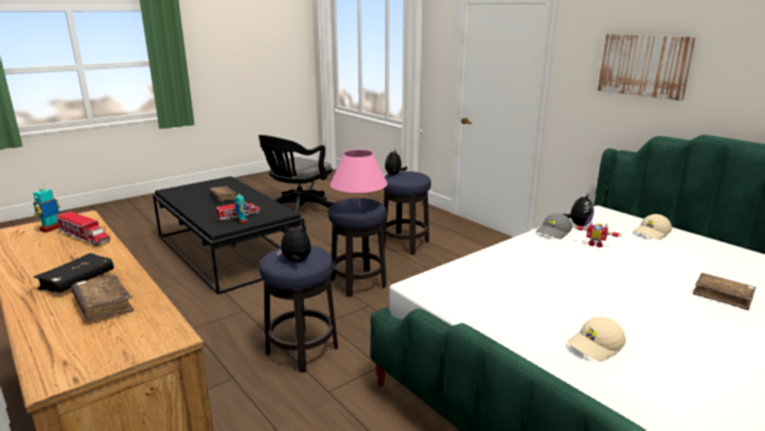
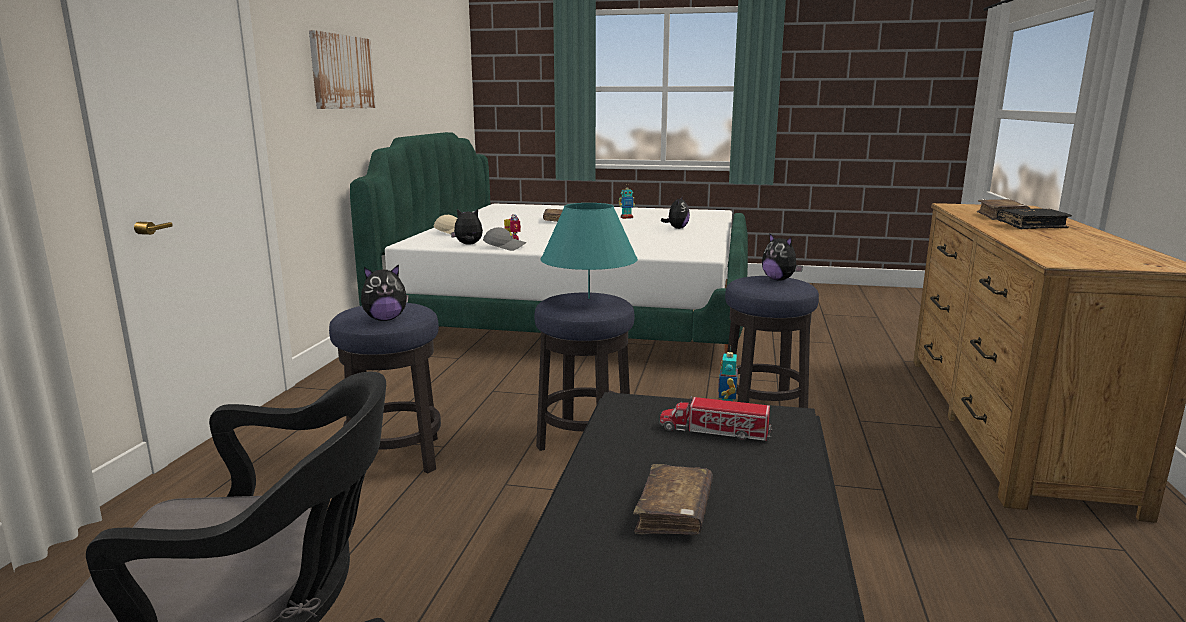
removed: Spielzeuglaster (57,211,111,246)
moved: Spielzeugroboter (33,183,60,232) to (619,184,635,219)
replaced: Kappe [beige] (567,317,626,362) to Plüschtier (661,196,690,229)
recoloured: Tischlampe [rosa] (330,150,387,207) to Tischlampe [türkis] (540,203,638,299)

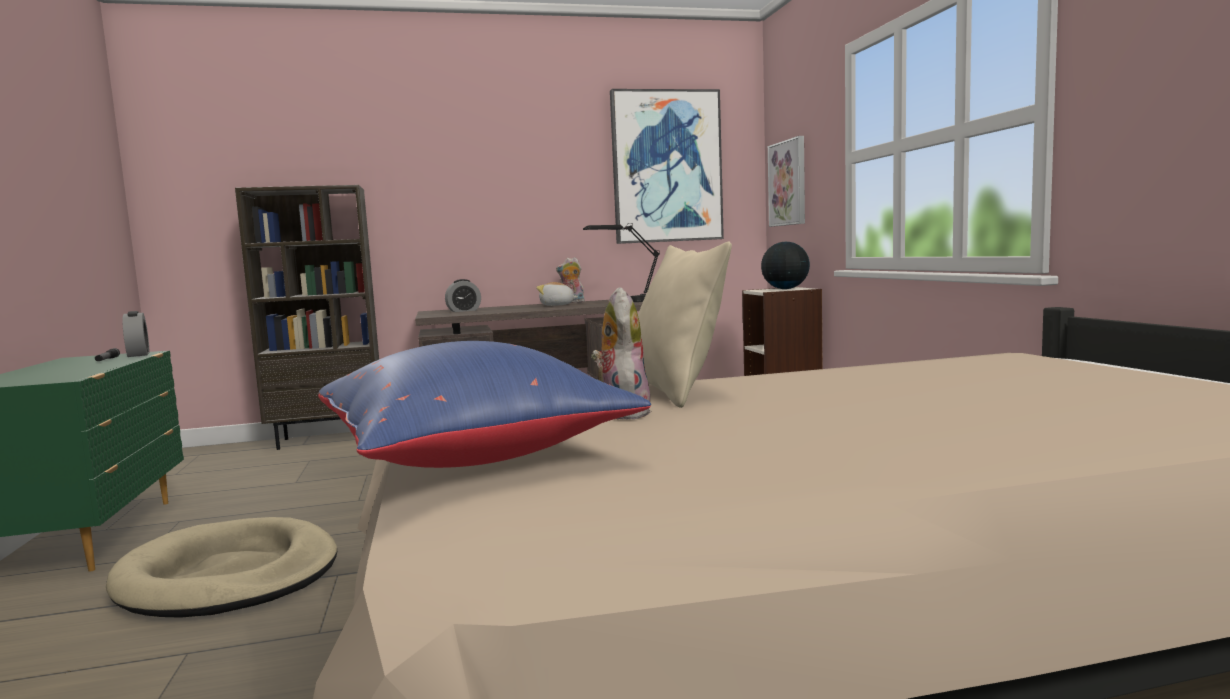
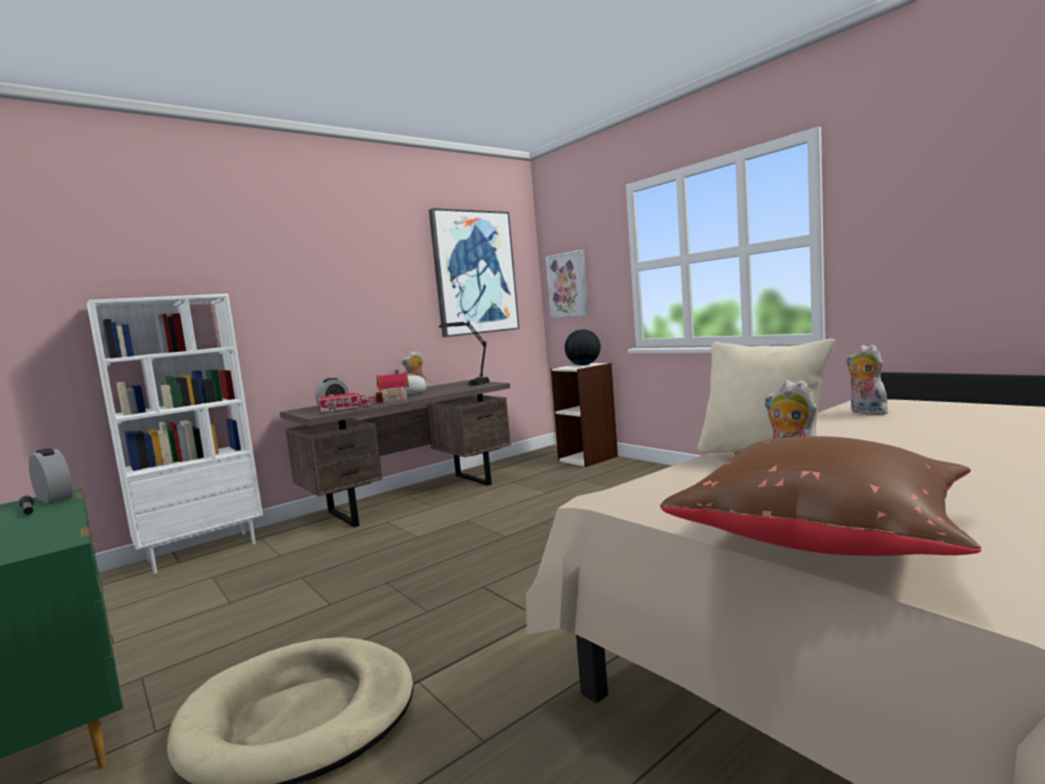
added: Plüschtier (846,345,888,415); Spielzeughaus (376,370,409,403); Spielzeuglaster (318,393,374,412)
recoloured: Bücherregal [braun] (235,185,379,450) to Bücherregal [weiß] (87,294,263,574); Kissen [blau] (318,341,651,468) to Kissen [braun] (660,436,982,556)

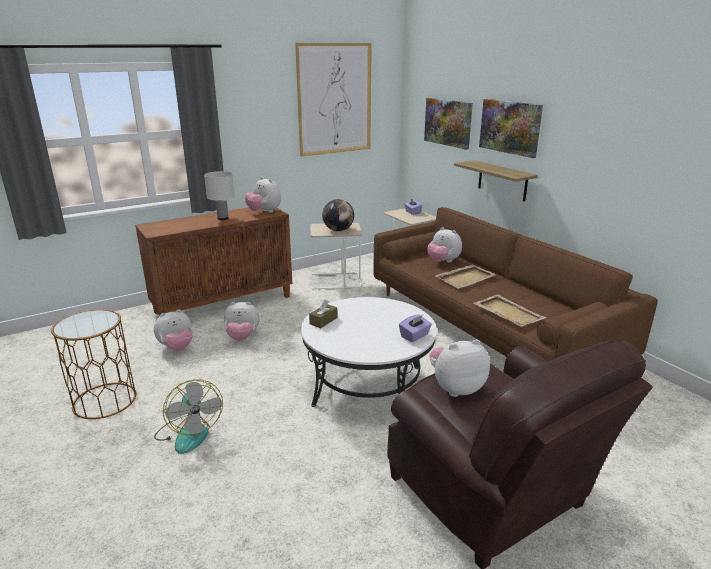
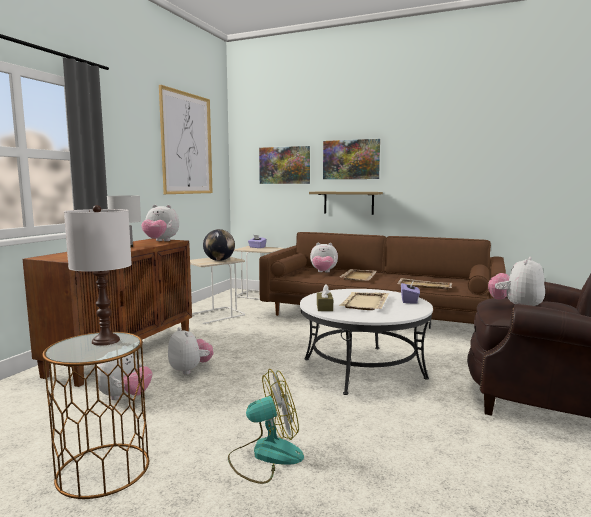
added: Tischlampe [weiß] (64,205,132,346); Tablett [beige] (339,292,389,310)
turned: Plüschtier (224,302,260,341) = (168,327,213,375) 90 degrees counterclockwise; Ventilator (154,379,223,454) = (228,369,304,484) 45 degrees counterclockwise

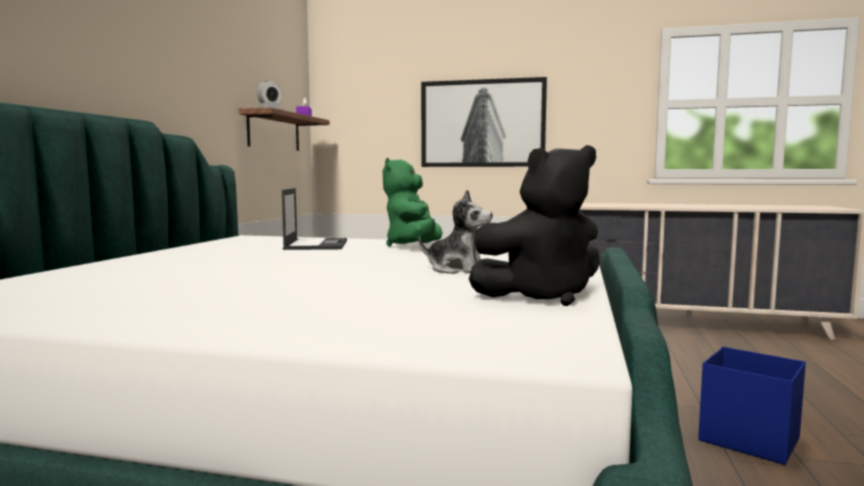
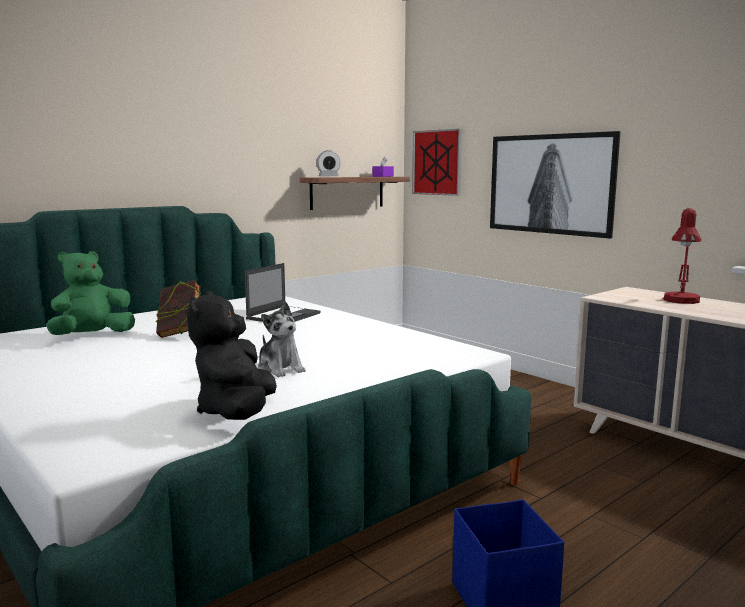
added: Bild (412,129,462,196); Tischlampe [rot] (663,208,702,304); Buch (156,280,201,338)
moved: Plüschtier [grün] (382,158,442,247) to (46,251,135,335)
turned: Plüschtier [schwarz] (469,145,600,306) = (186,291,277,420) 75 degrees clockwise

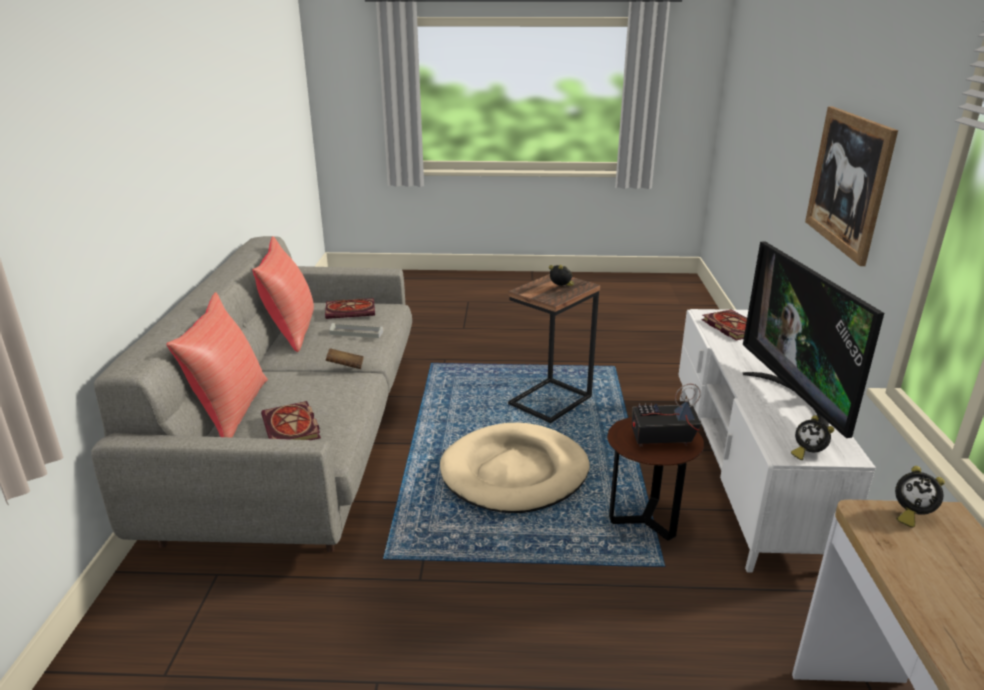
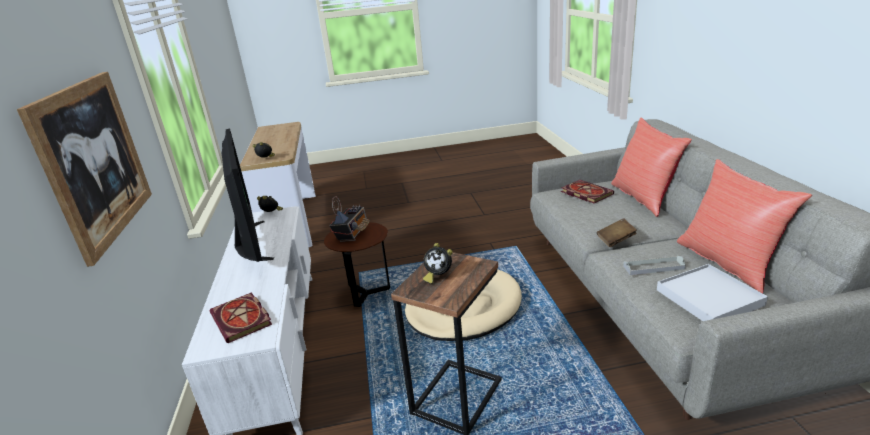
replaced: Buch (325,298,375,319) to Tablett [weiß] (657,264,768,321)
turned: Radio (632,384,701,447) = (330,196,370,242) 60 degrees counterclockwise

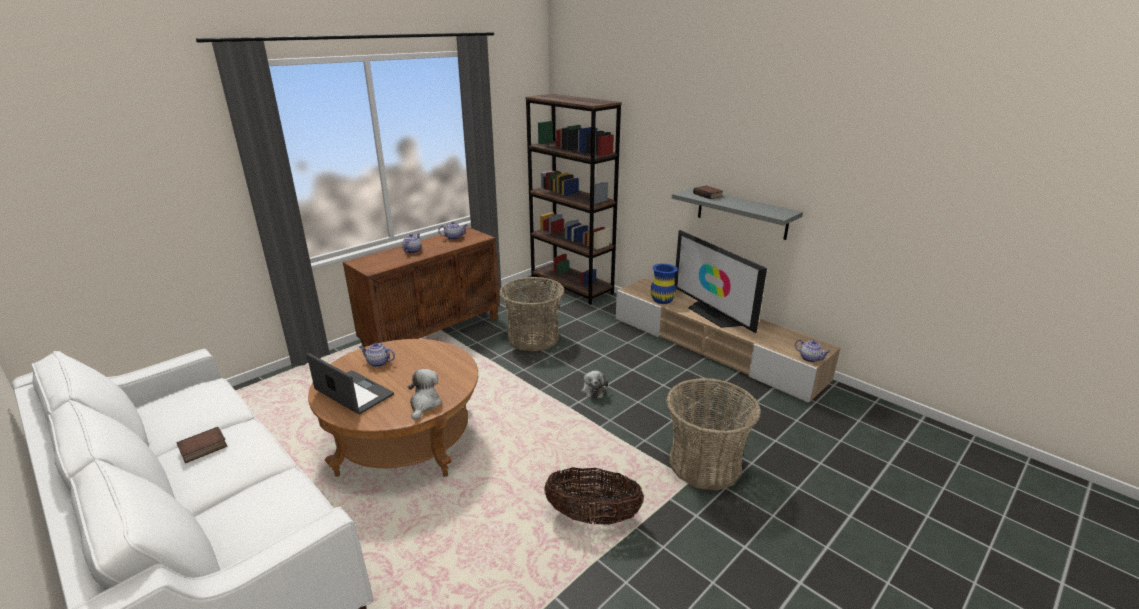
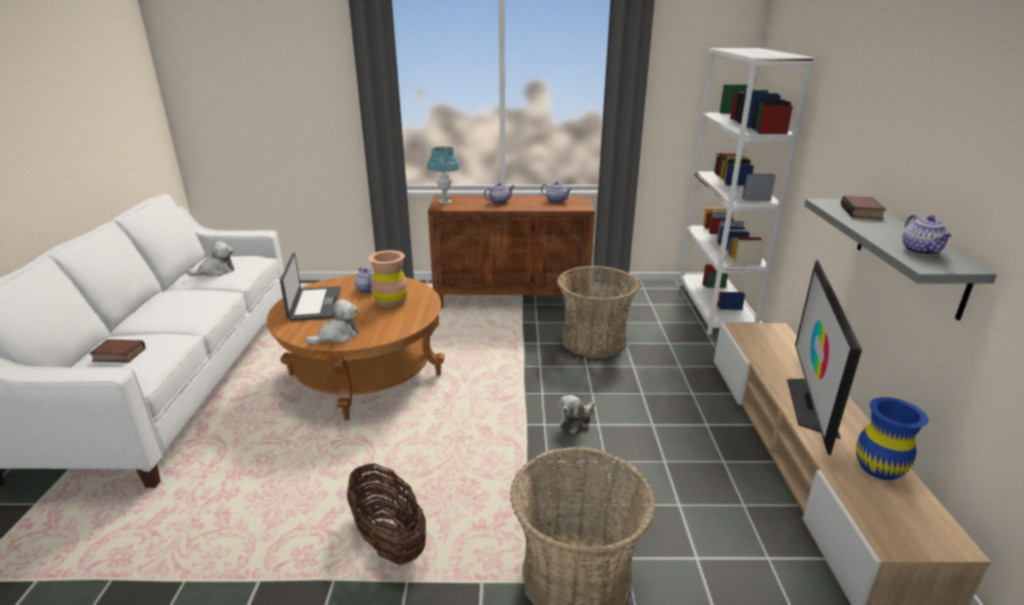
added: Tischlampe [blau] (427,146,460,204); Plüschtier (186,241,234,276); Vase [braun] (368,250,408,308)
moved: Vase [blau] (650,264,678,304) to (856,397,929,480); Teekanne (795,340,830,362) to (902,215,952,255); Buch (177,427,227,463) to (89,339,145,363)
recoloured: Bücherregal [braun] (525,94,622,305) to Bücherregal [weiß] (679,48,815,335)

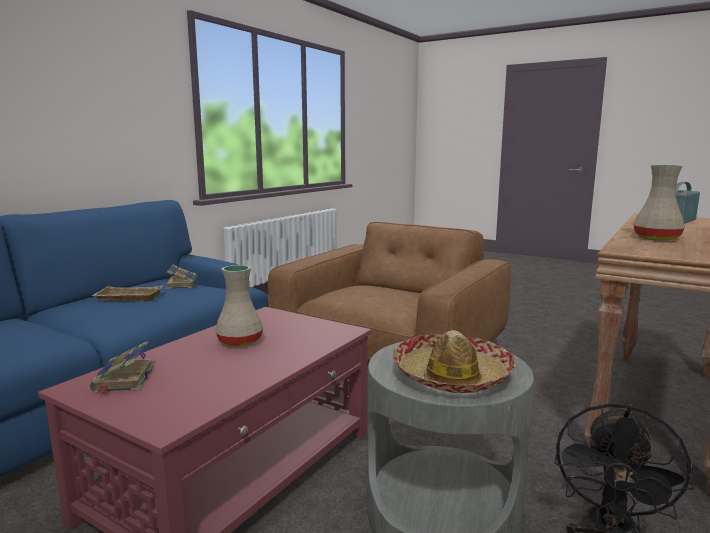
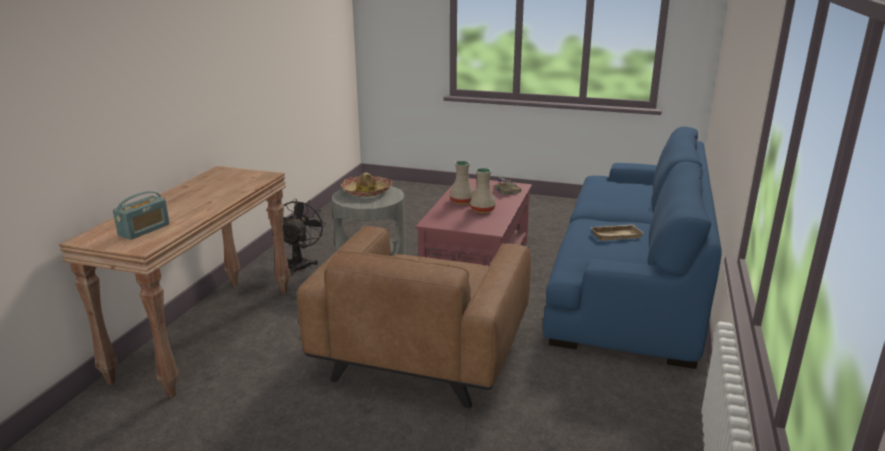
removed: Buch (166,264,198,289)
moved: Vase [beige] (633,165,685,241) to (449,161,474,204)

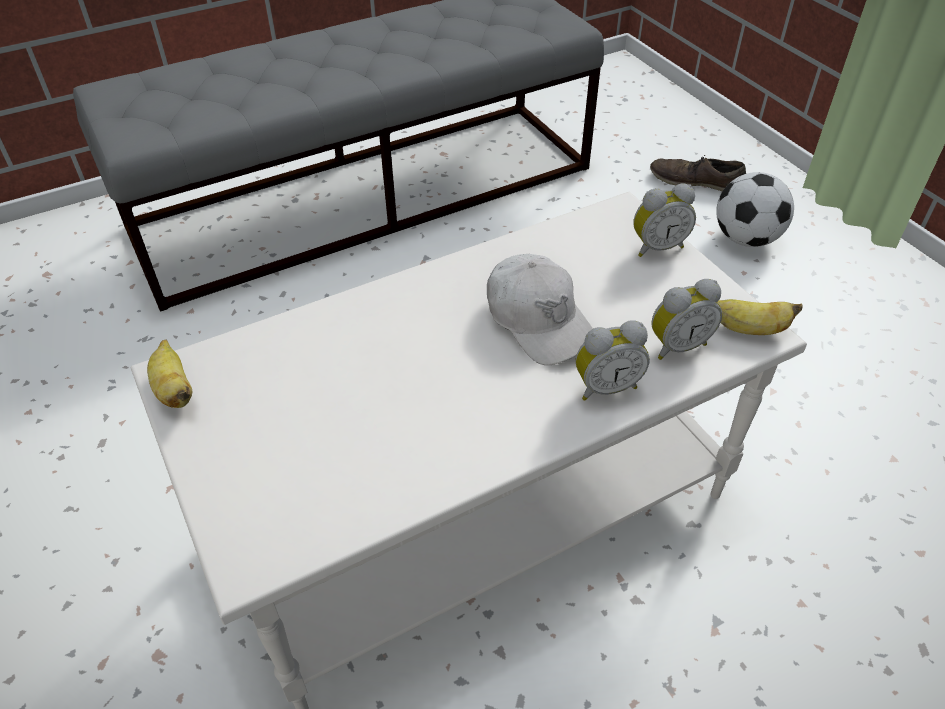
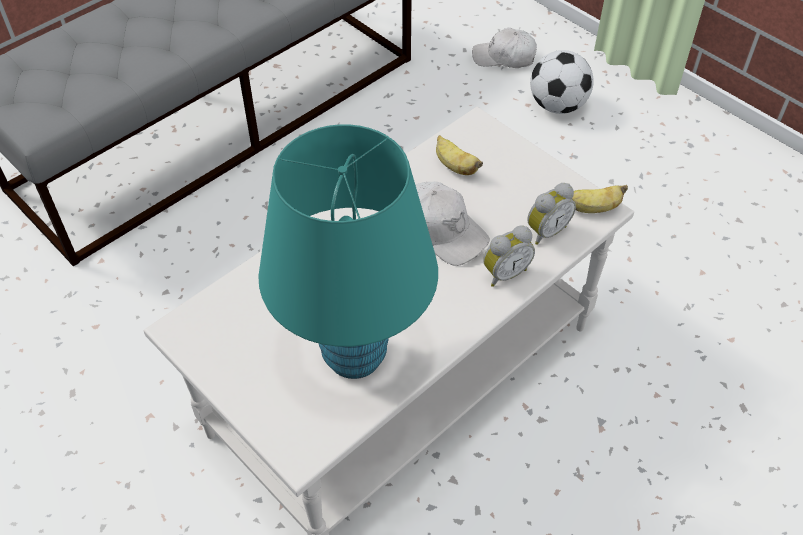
removed: Wecker (633,183,696,257)
added: Tischlampe [türkis] (258,124,438,379)
moved: Banane (147,339,192,408) to (436,135,483,175)
replaced: Schuh [braun] (650,157,746,191) to Kappe [weiß] (472,27,537,68)

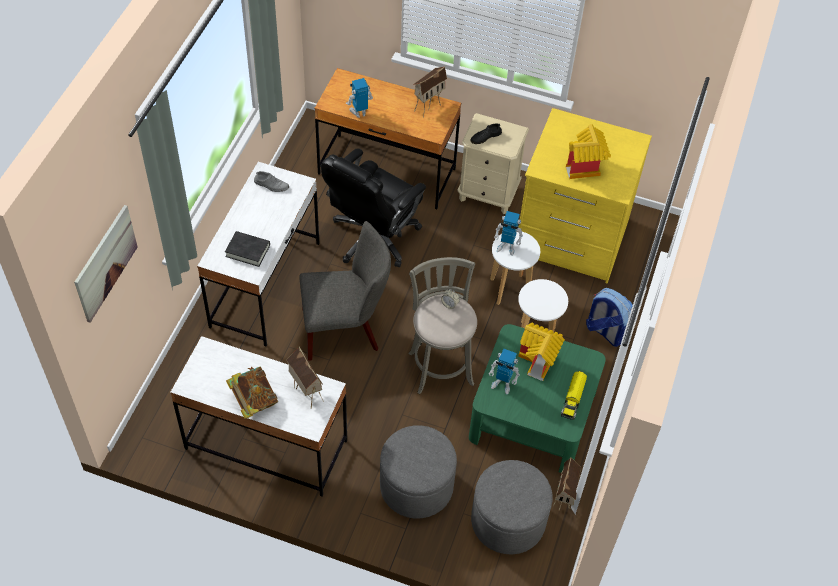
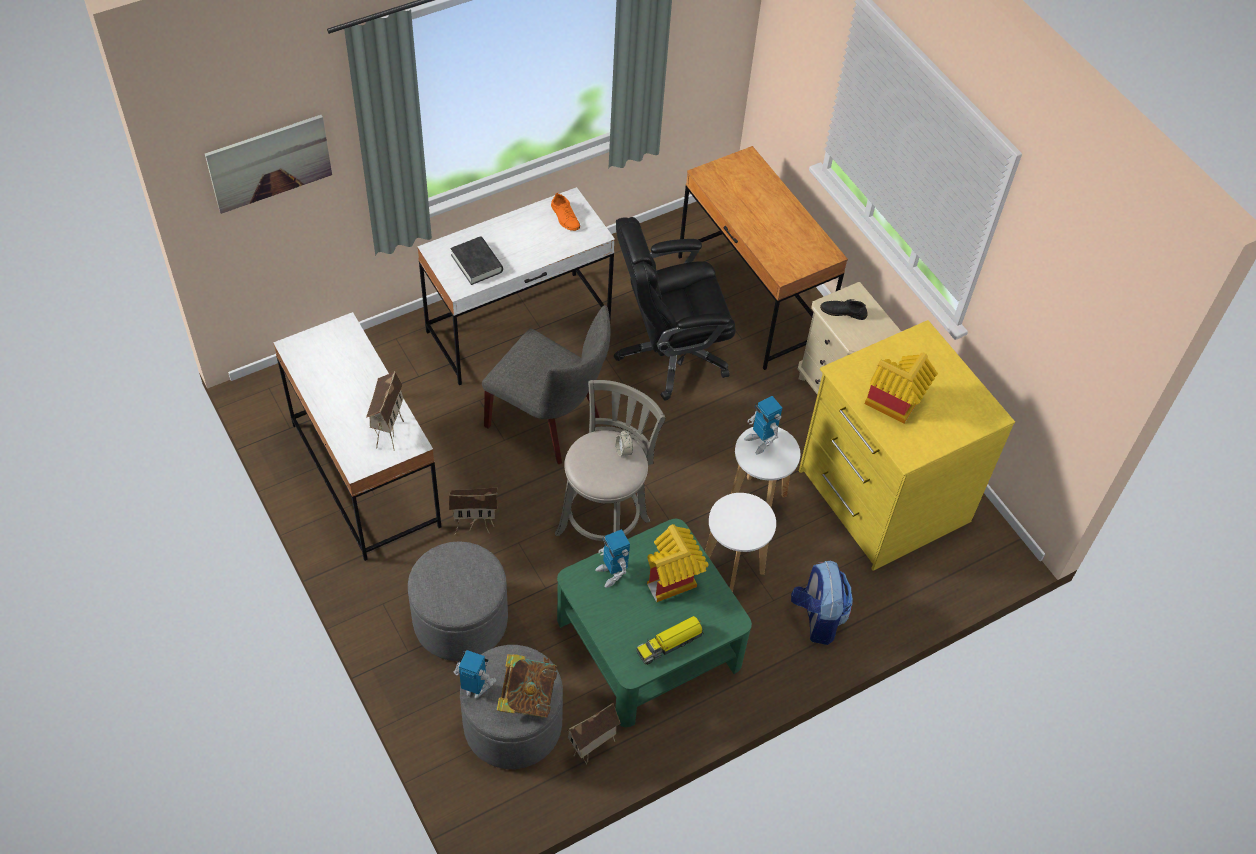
moved: Spielzeughaus (413,66,447,118) to (449,488,497,535); Spielzeugroboter (346,78,373,118) to (453,650,496,699); Buch (226,367,278,419) to (497,654,557,718)
recoloured: Schuh [grau] (254,171,289,192) to Schuh [orange] (551,193,580,231)

